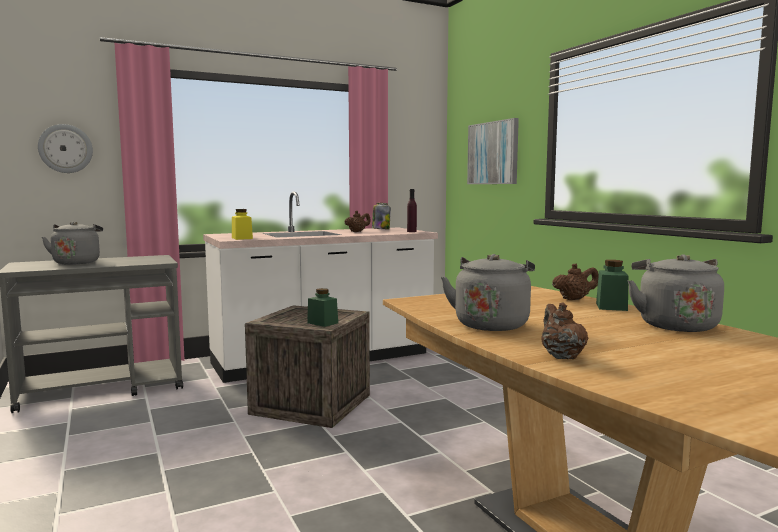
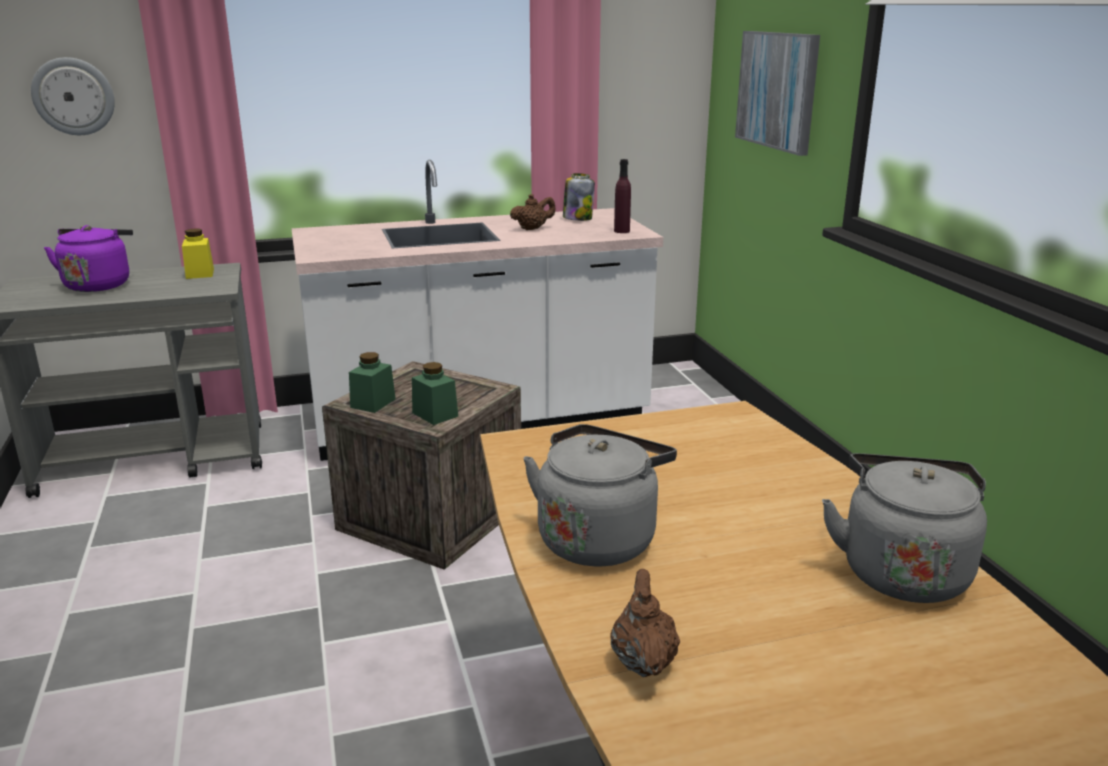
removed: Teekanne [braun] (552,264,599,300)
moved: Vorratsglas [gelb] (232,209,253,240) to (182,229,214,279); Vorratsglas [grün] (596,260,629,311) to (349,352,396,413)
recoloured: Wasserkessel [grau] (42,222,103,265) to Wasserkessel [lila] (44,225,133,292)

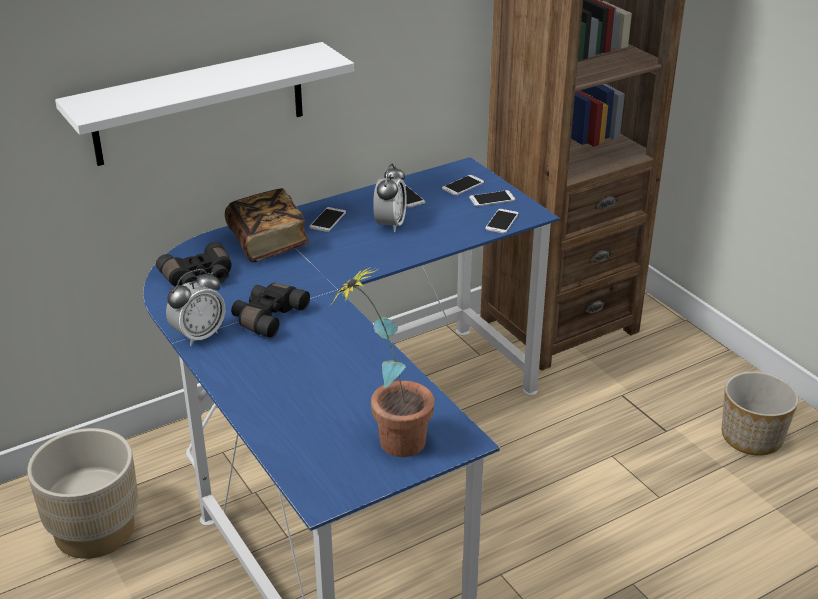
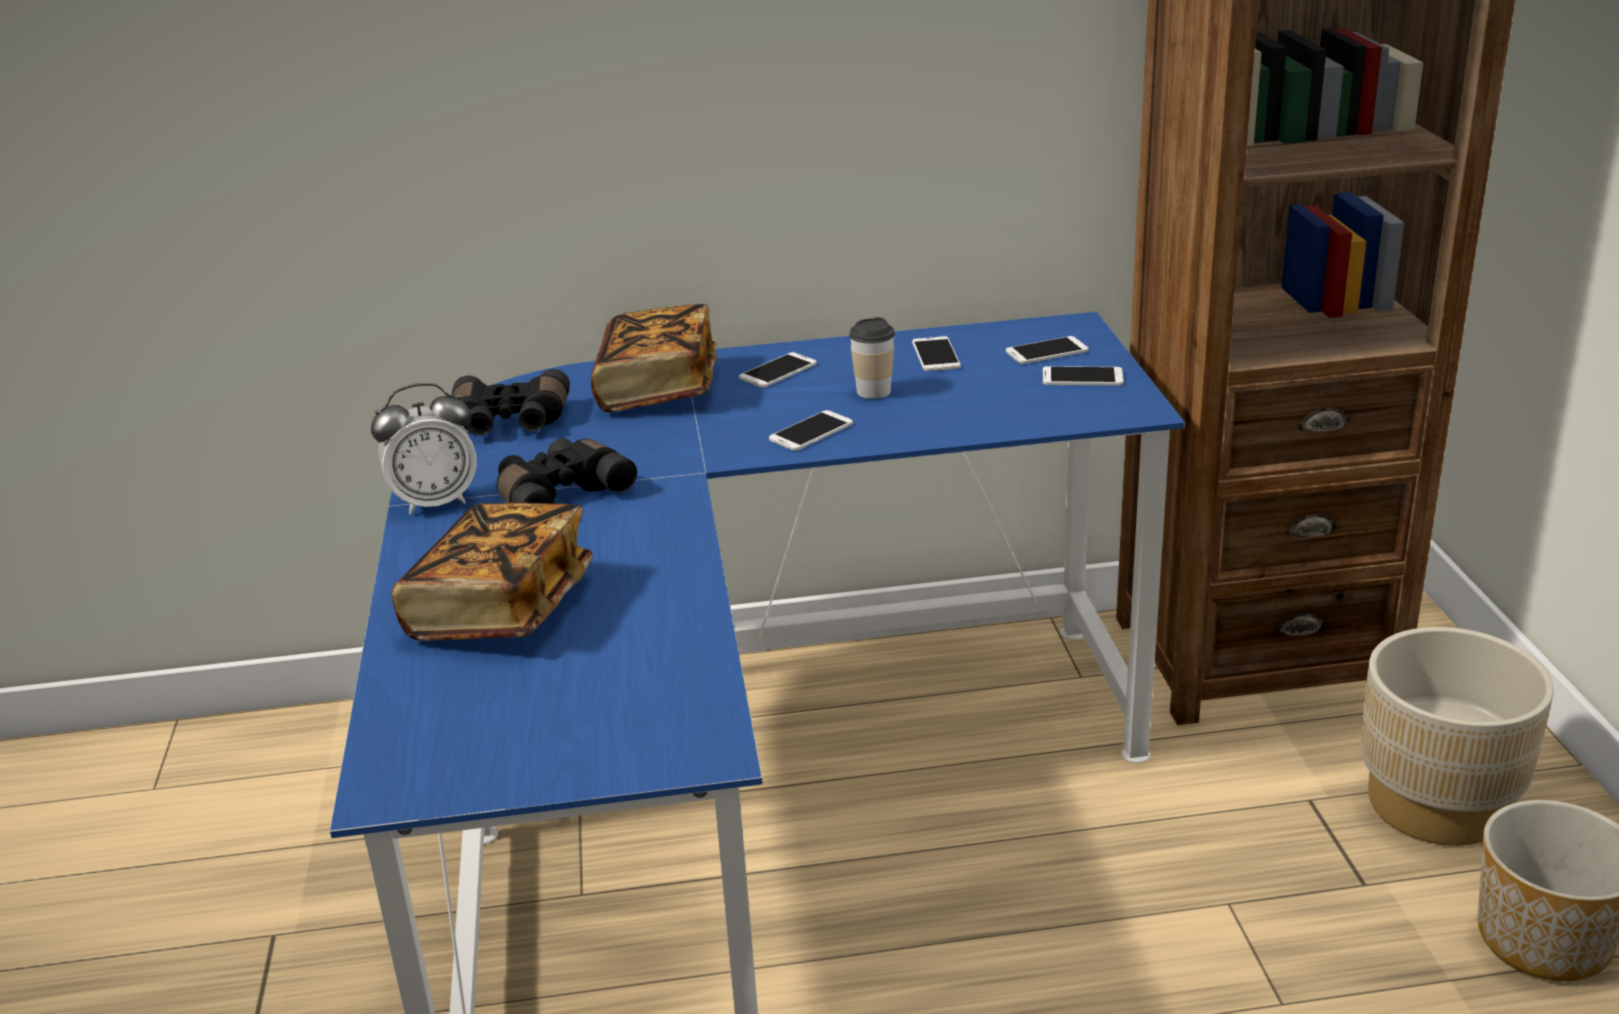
removed: Wandregal [weiß] (55,42,354,166); Topfpflanze (332,267,435,457)
added: Buch (391,503,593,641)
moved: Handy (485,209,519,234) to (769,410,853,451); Pflanzkübel [beige] (27,428,138,559) to (1361,627,1554,846)
replaced: Wecker (373,164,407,232) to Tasse (849,317,895,399)

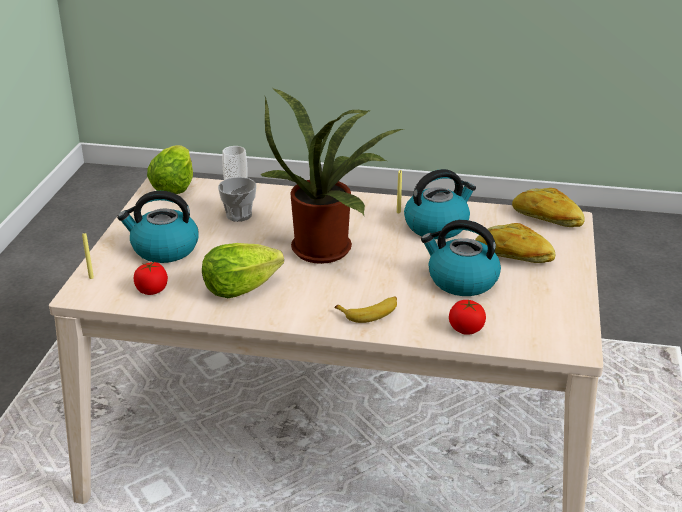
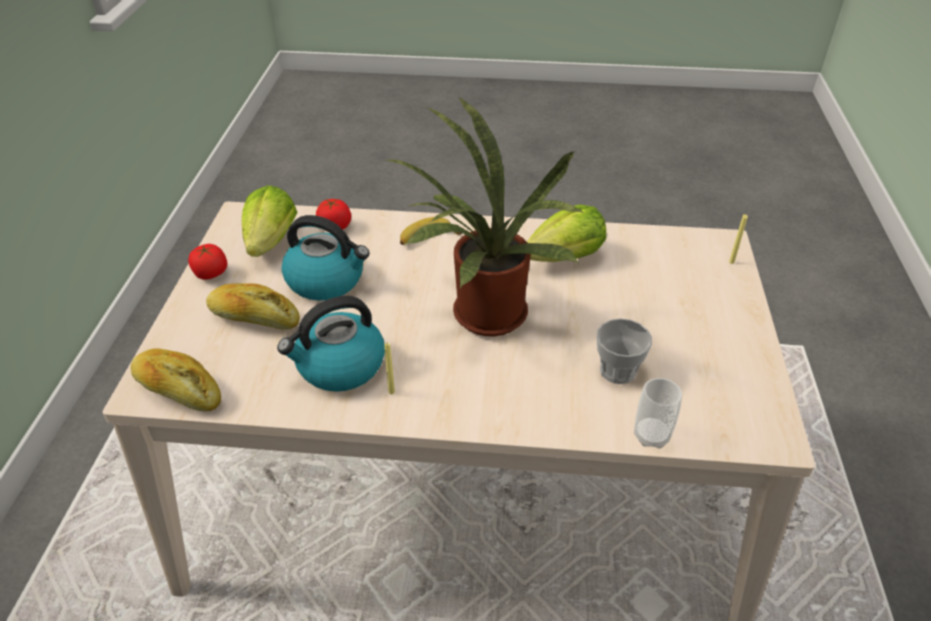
removed: Wasserkessel (117,191,199,263)
moved: Salatkopf (147,145,193,194) to (242,185,297,257); Tomate (134,262,168,295) to (188,244,227,280)

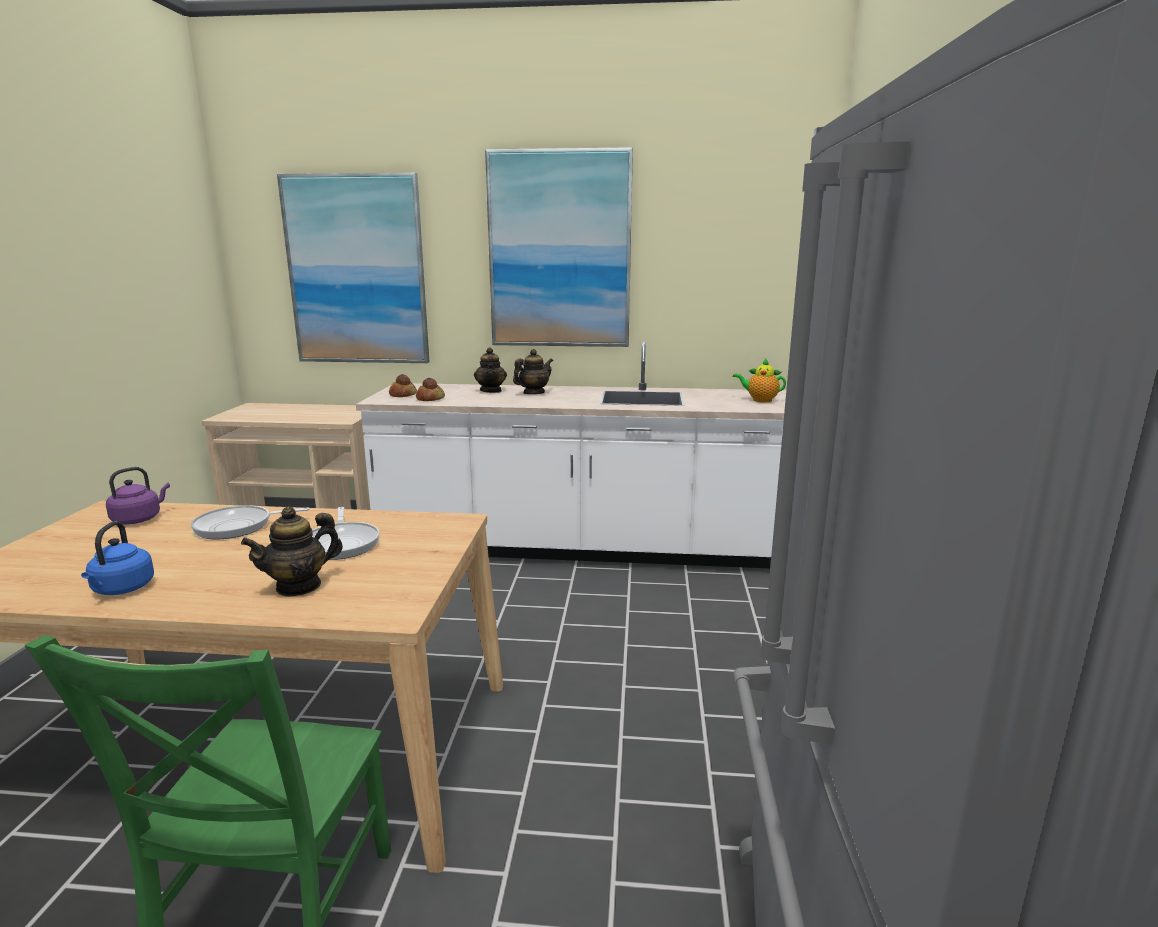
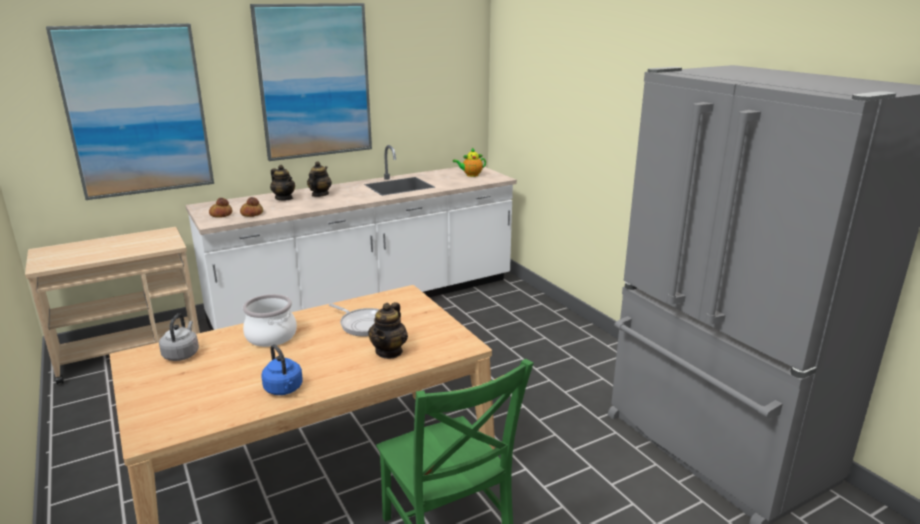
replaced: Pfanne (190,505,310,539) to Kochtopf (243,294,297,347)
recoloured: Wasserkessel [lila] (106,467,170,524) to Wasserkessel [grau] (159,313,199,361)

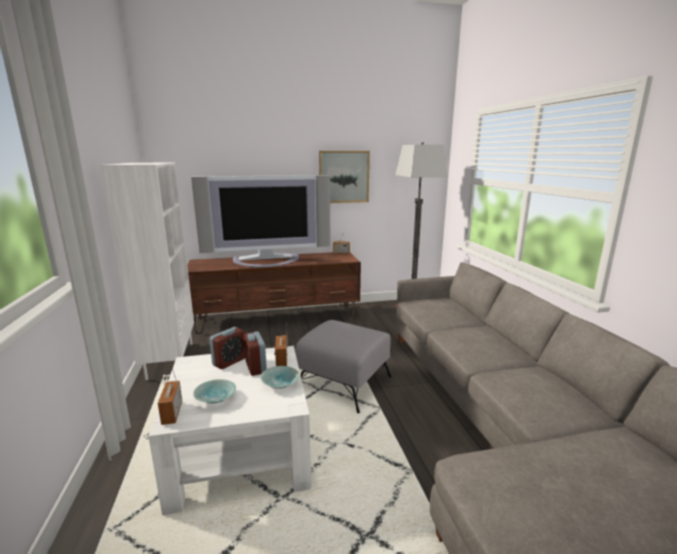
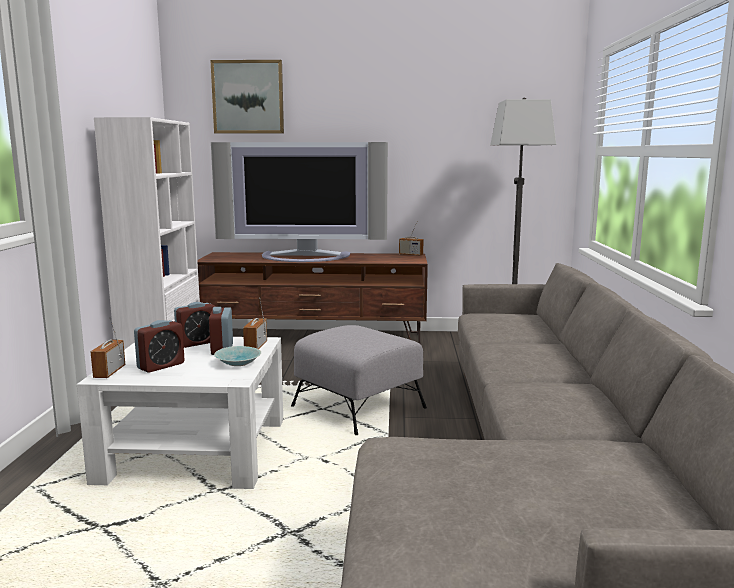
moved: Bild (319,151,370,203) to (210,60,284,134)
replaced: Schüssel [türkis] (193,379,236,403) to Wecker (134,320,184,373)

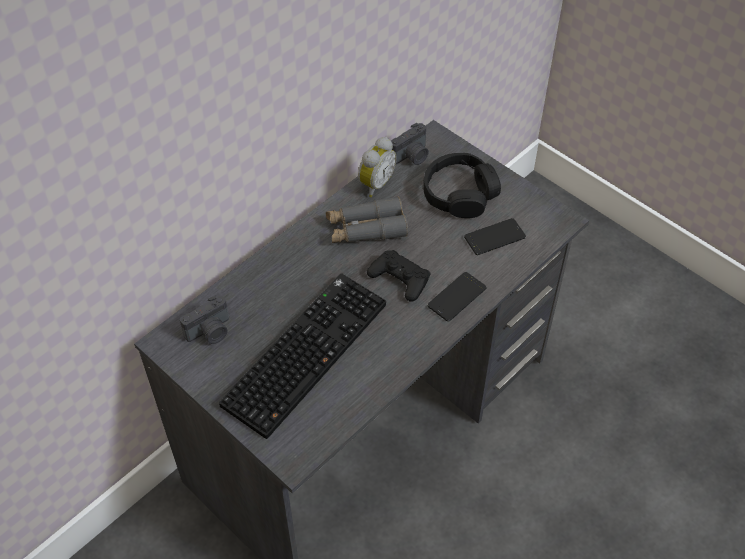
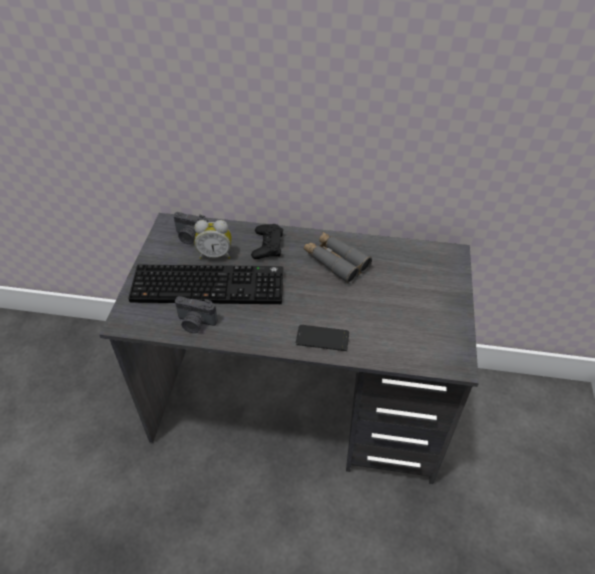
removed: Kopfhörer [schwarz] (423,153,501,218); Handy (464,218,526,255)
moved: Kamera (391,123,429,165) to (175,296,218,333); Wecker (358,137,397,197) to (194,220,232,259); Gamepad [schwarz] (367,250,431,302) to (251,224,283,259)

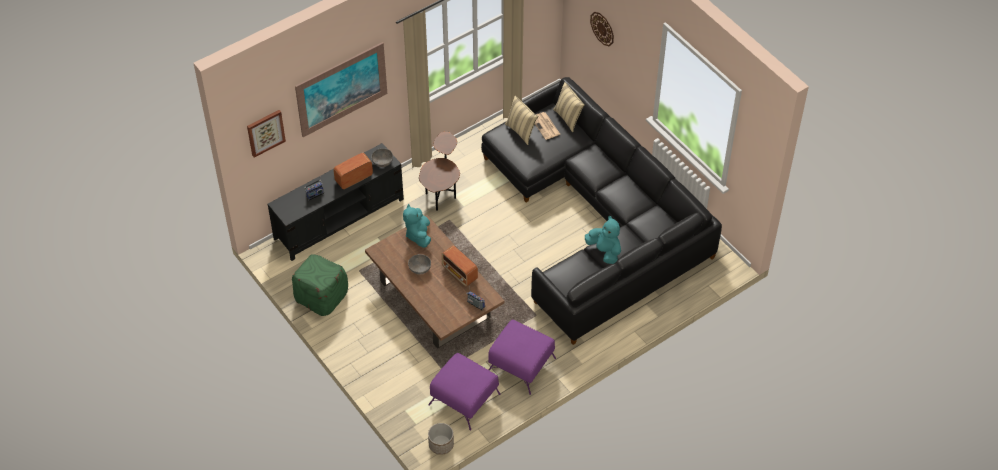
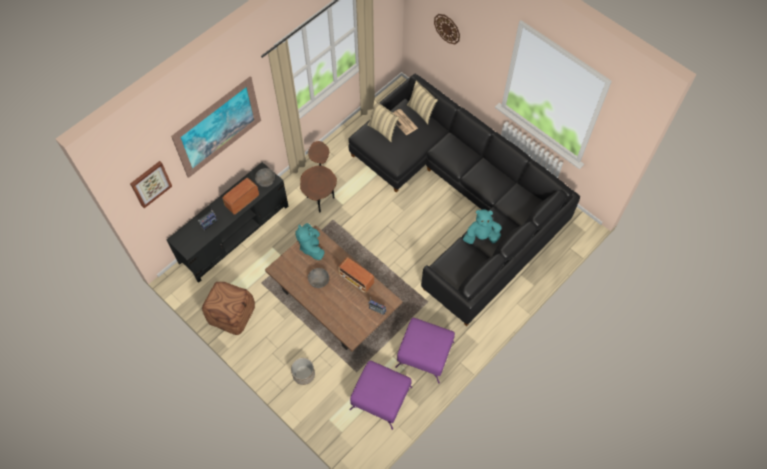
moved: Pflanzkübel (428,423,454,455) to (291,358,315,385)
recoloured: Polsterhocker [grün] (292,254,348,316) to Polsterhocker [braun] (202,282,255,335)
turned: Plüschtier [türkis] (585,216,621,264) = (463,209,502,244) 45 degrees counterclockwise

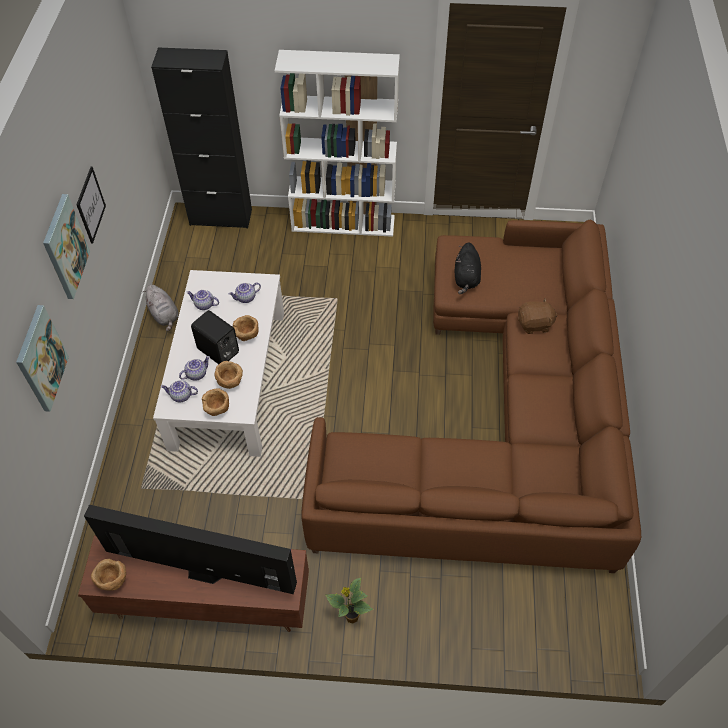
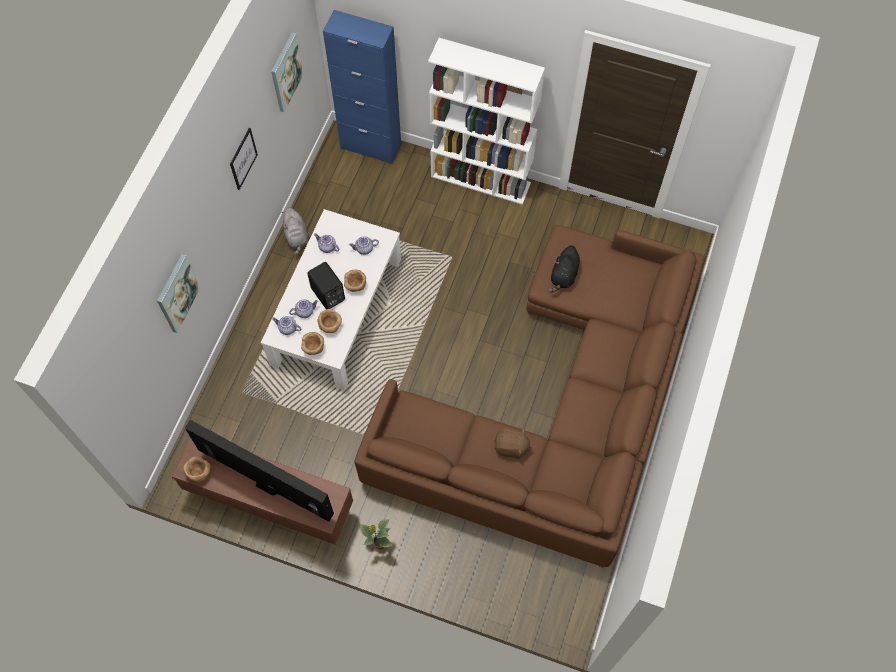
moved: Bild (43,194,90,299) to (271,32,304,112); Plüschtier [braun] (518,298,558,334) to (494,429,532,459)
recoloured: Schrank [schwarz] (151,47,252,228) to Schrank [blau] (323,10,401,164)

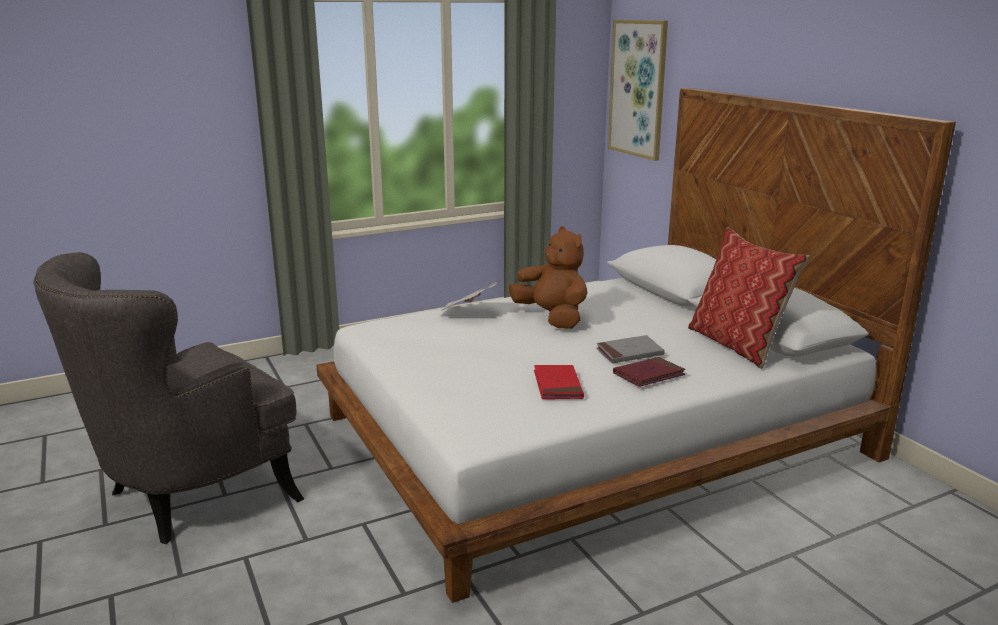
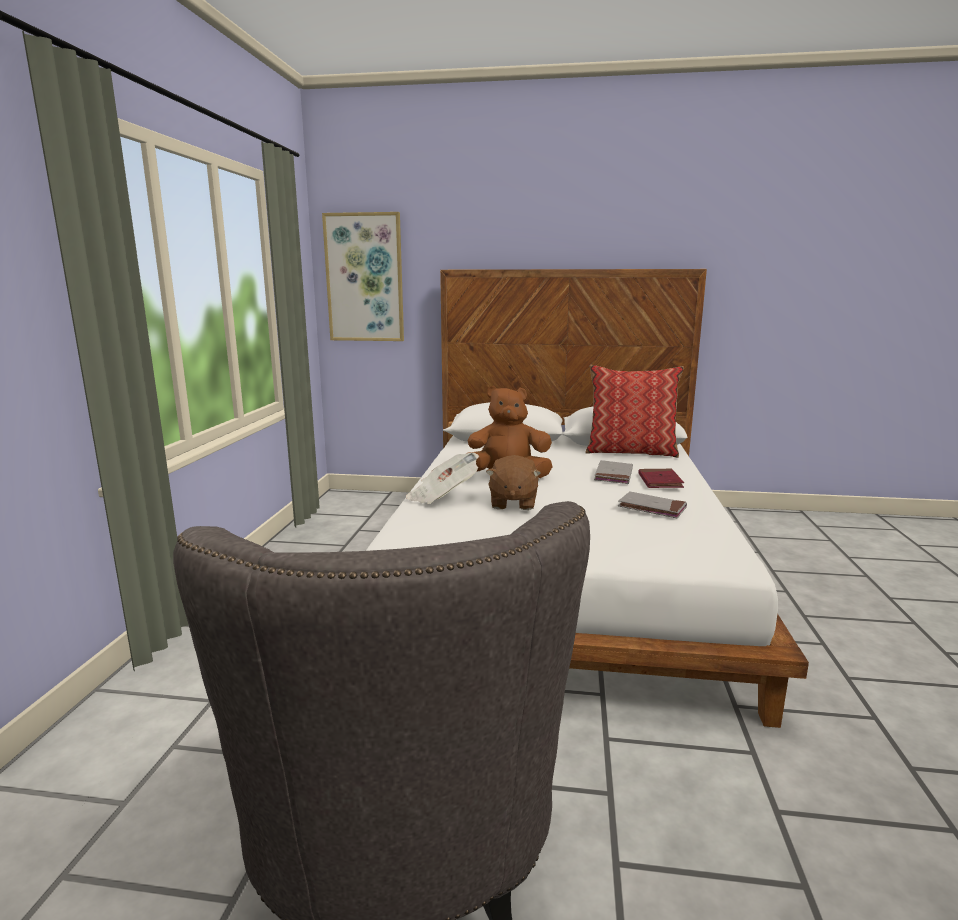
added: Plüschtier [braun] (486,455,541,510)
recoloured: Buch [rot] (534,365,584,399) to Buch [grau] (618,491,687,519)

